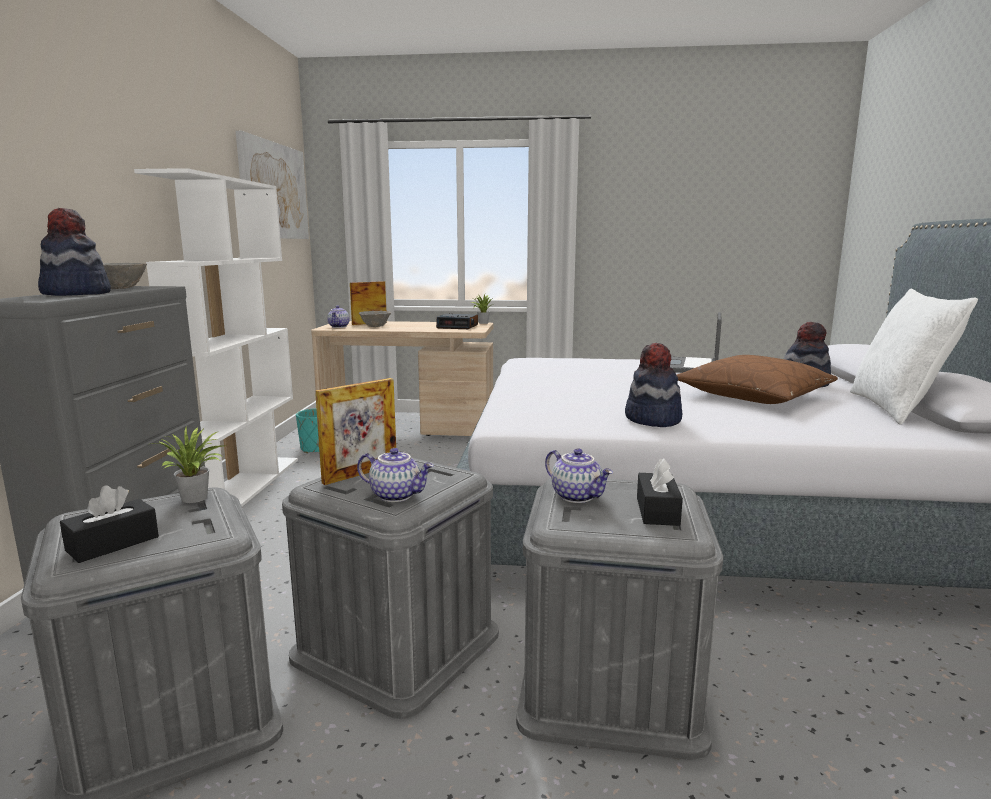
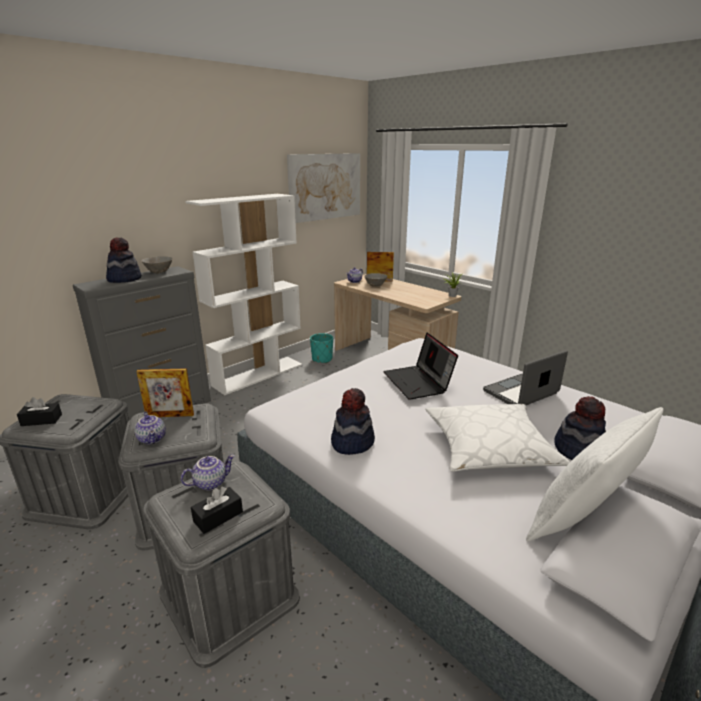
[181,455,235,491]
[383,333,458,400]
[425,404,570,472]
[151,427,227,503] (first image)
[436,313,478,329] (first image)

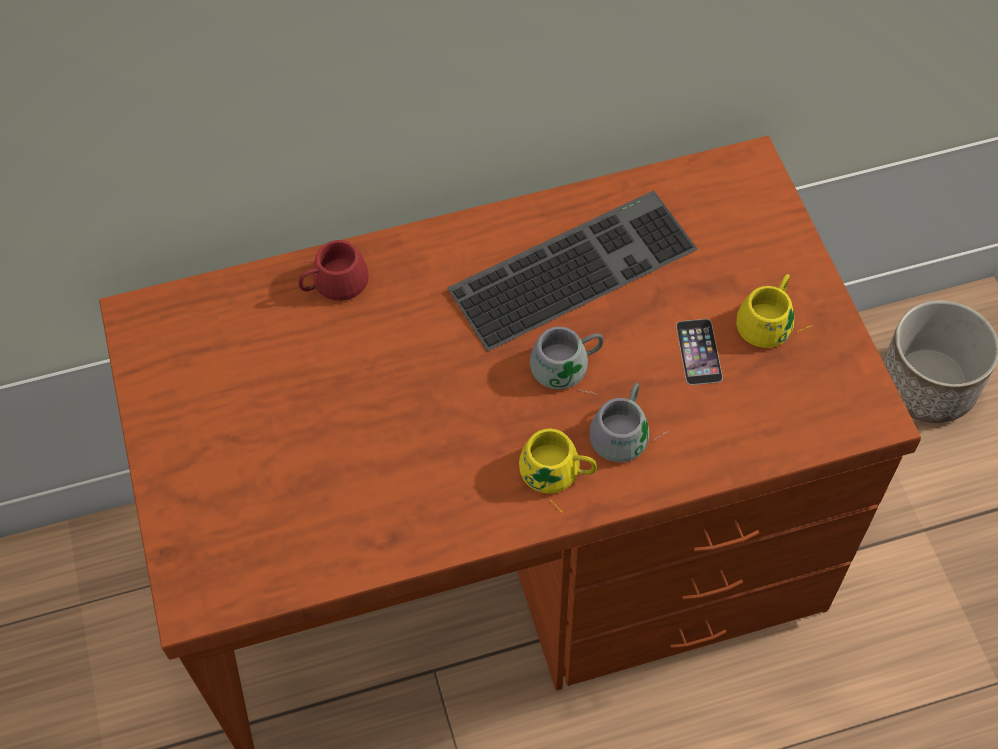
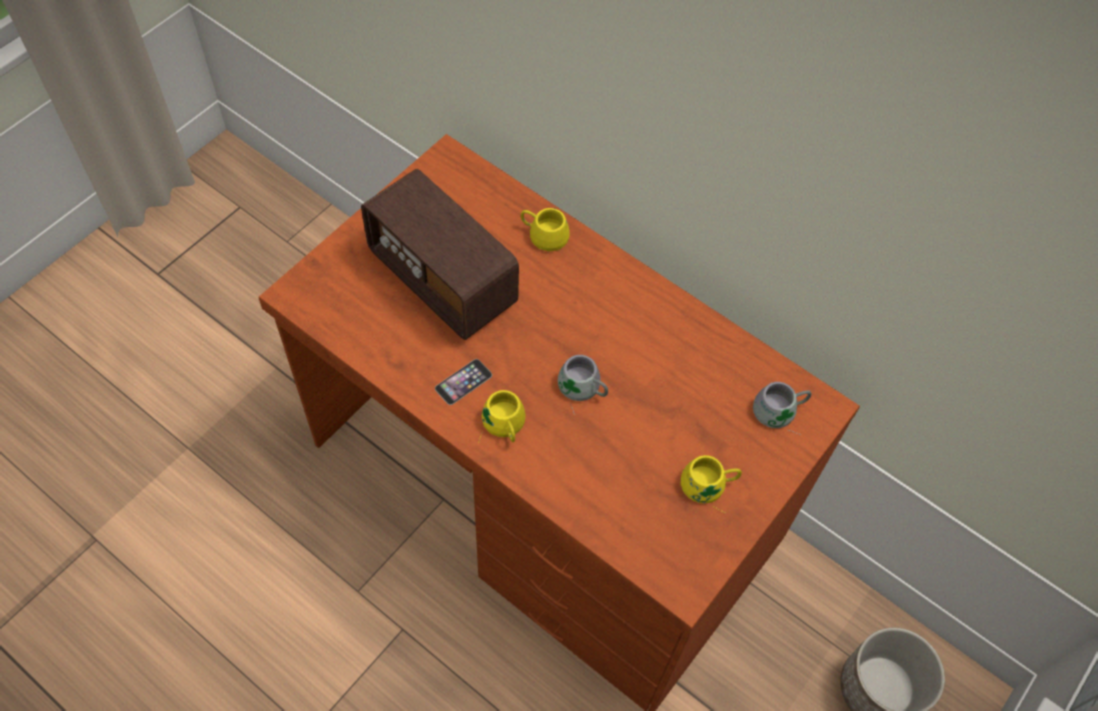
[361,169,519,340]
[435,359,492,405]
[521,208,570,251]
[753,382,812,435]
[447,190,698,351] (first image)

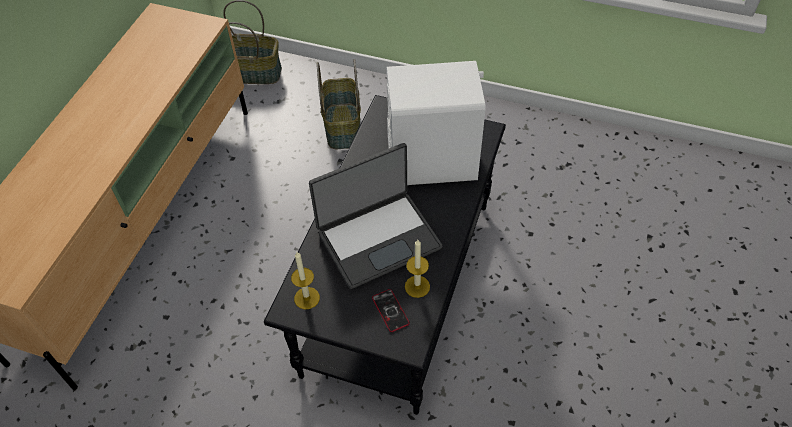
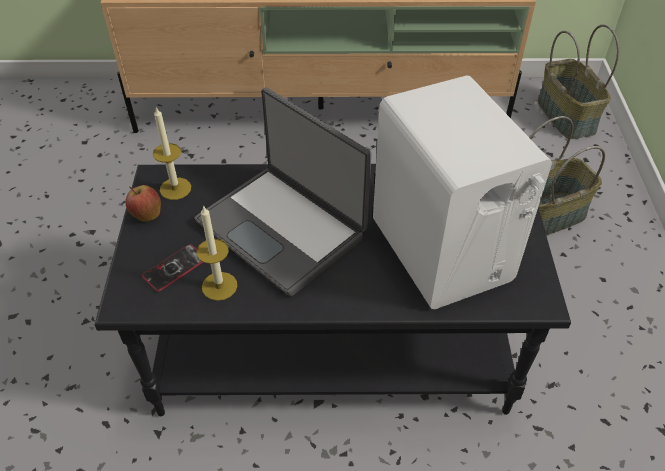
[125,185,161,222]

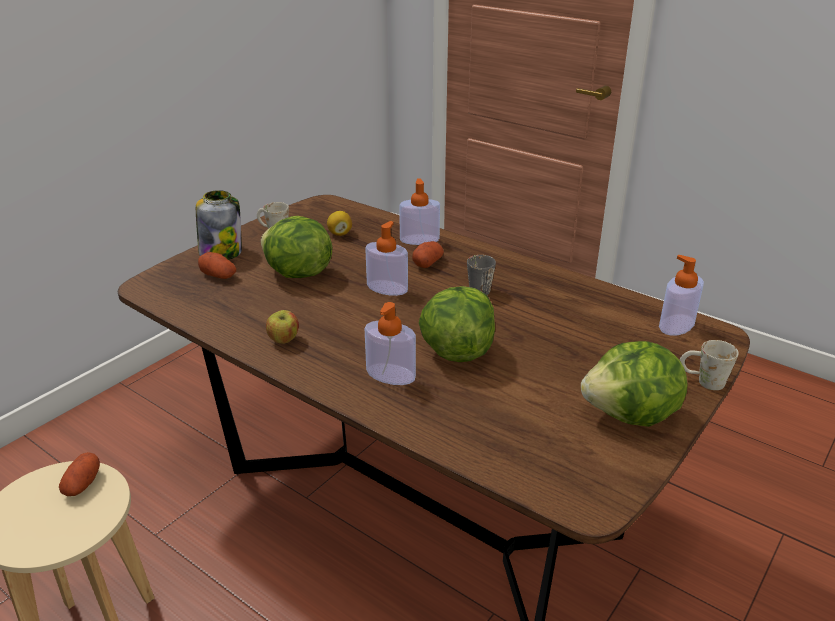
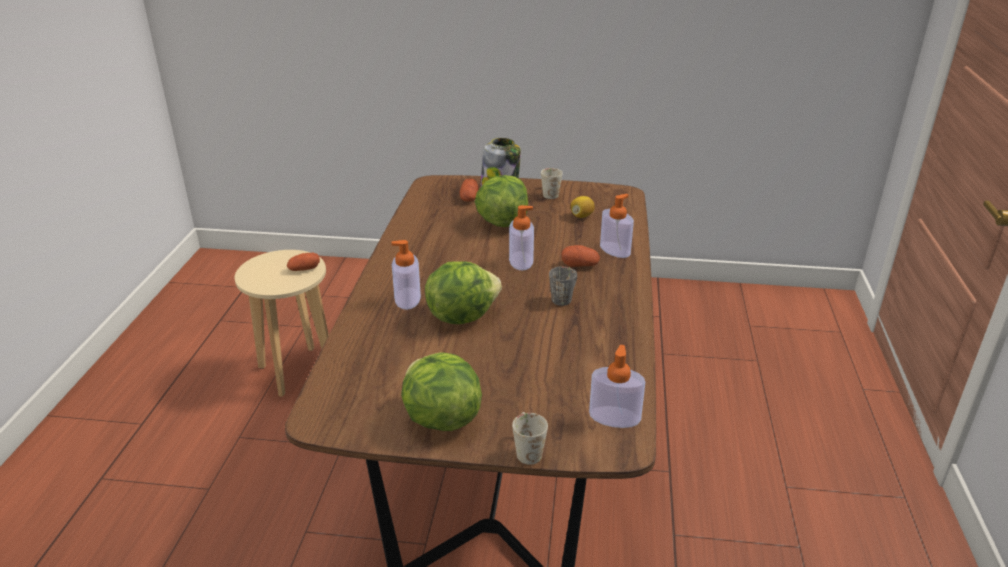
[266,310,299,344] (first image)

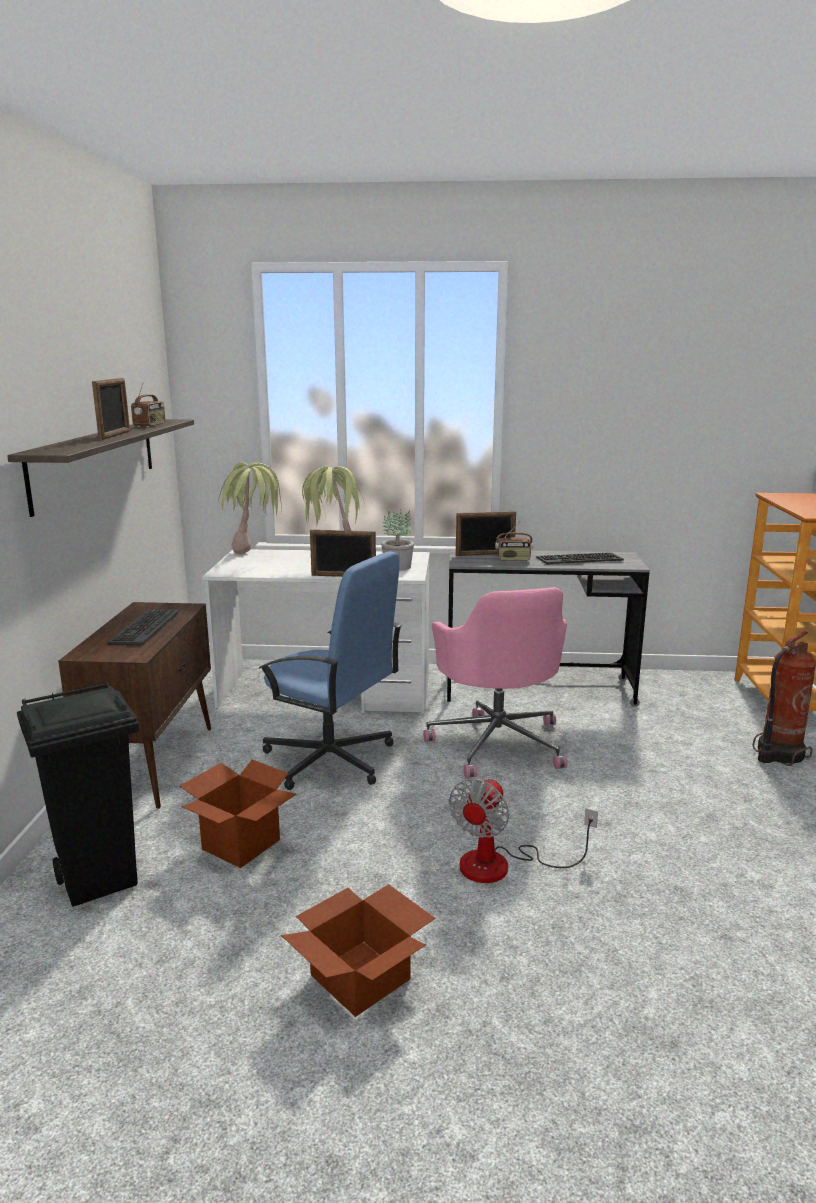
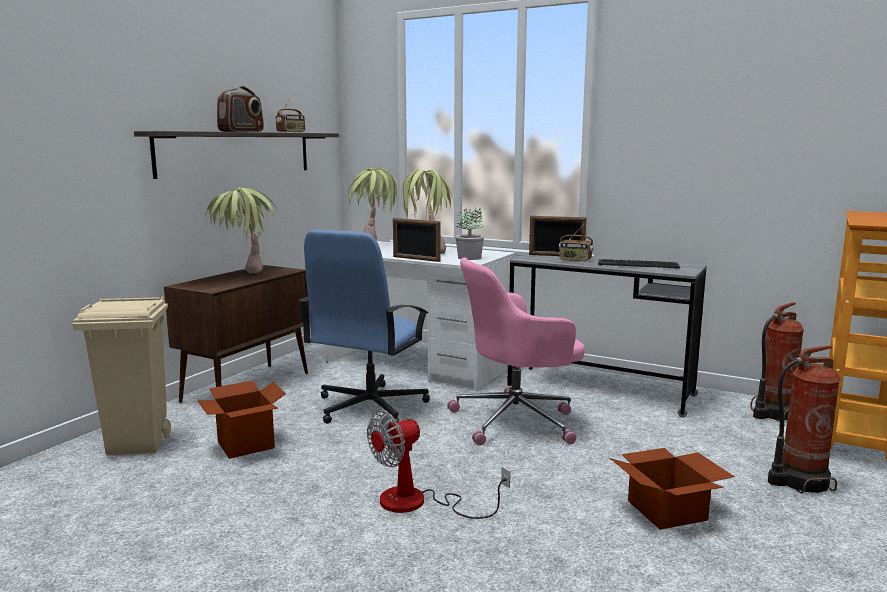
[72,296,171,455]
[206,187,277,274]
[217,86,264,132]
[299,229,430,424]
[447,257,585,446]
[610,448,735,530]
[750,302,804,422]

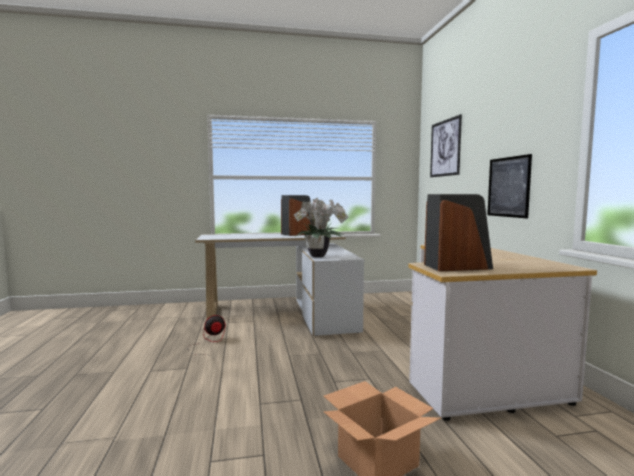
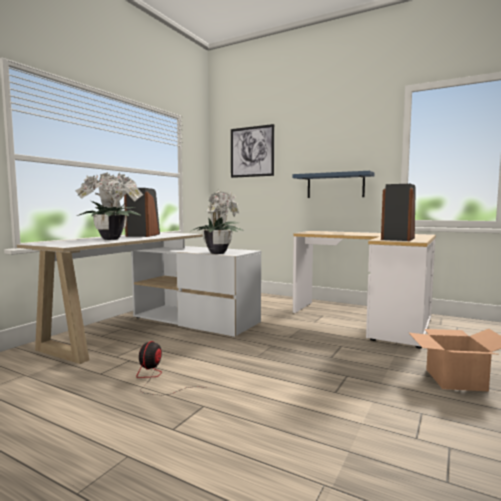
[76,172,143,240]
[292,171,375,198]

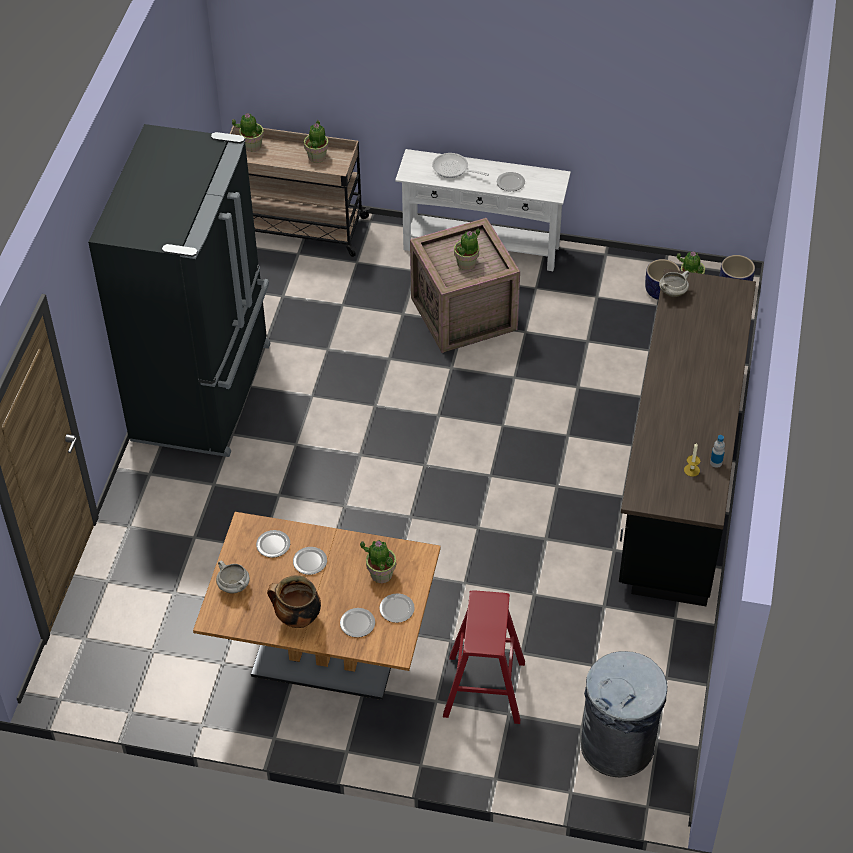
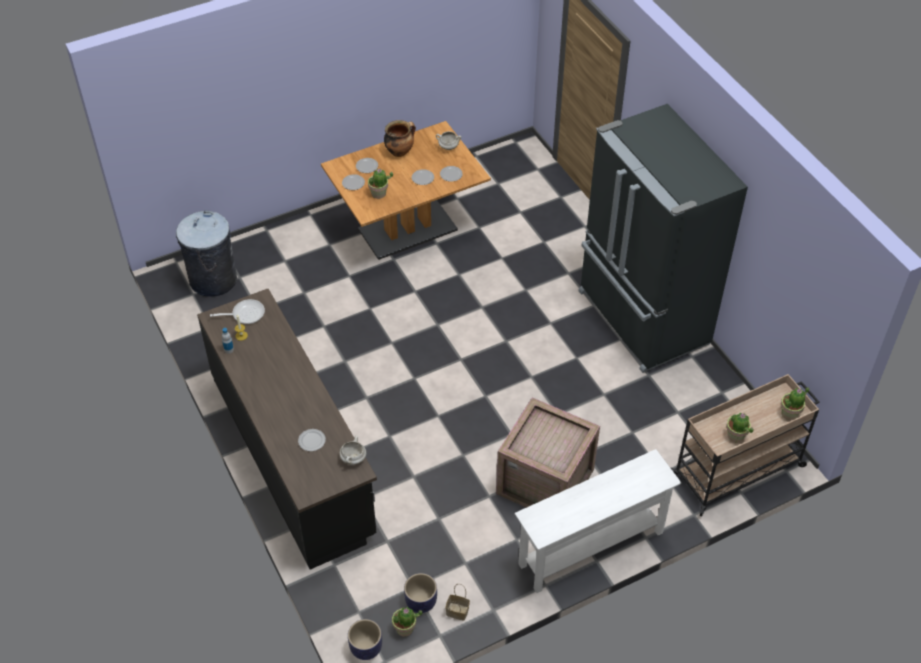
[210,299,265,324]
[298,429,326,451]
[445,584,470,621]
[443,590,525,724] (first image)
[454,229,480,270] (first image)

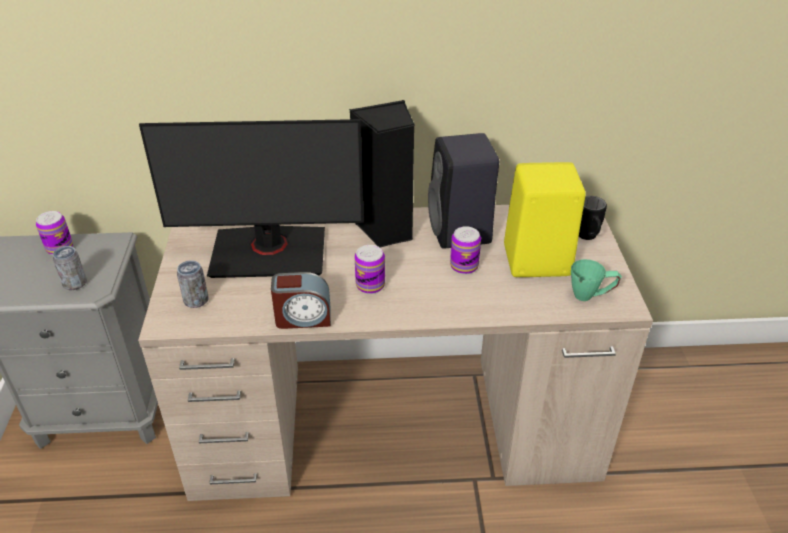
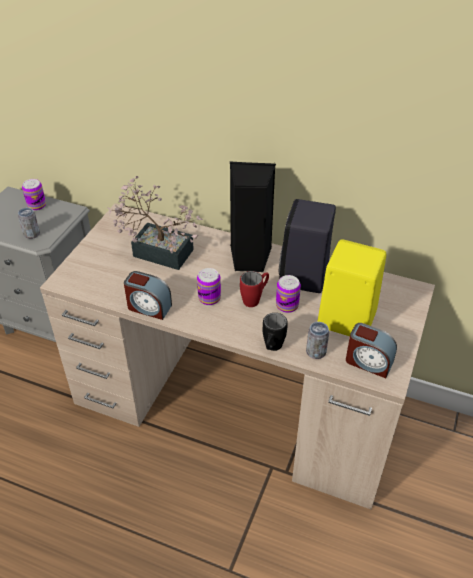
[107,176,203,270]
[240,271,269,307]
[263,313,288,351]
[306,322,329,359]
[346,323,397,378]

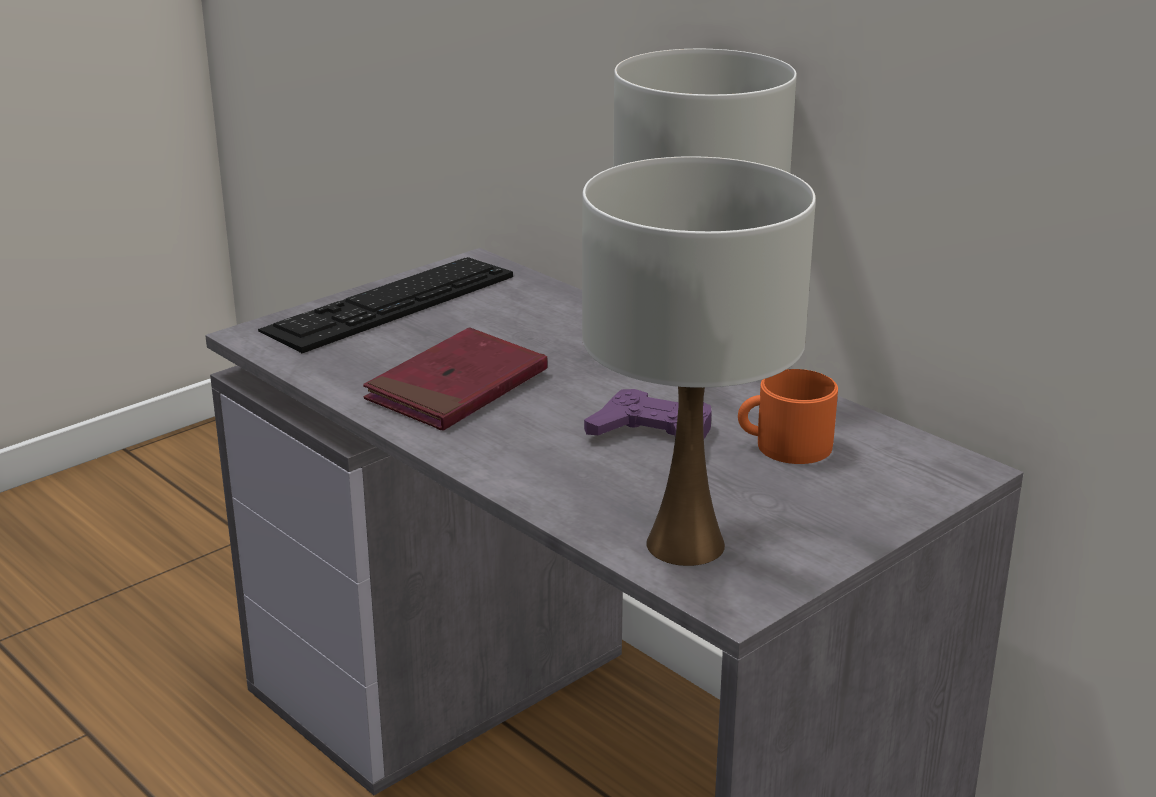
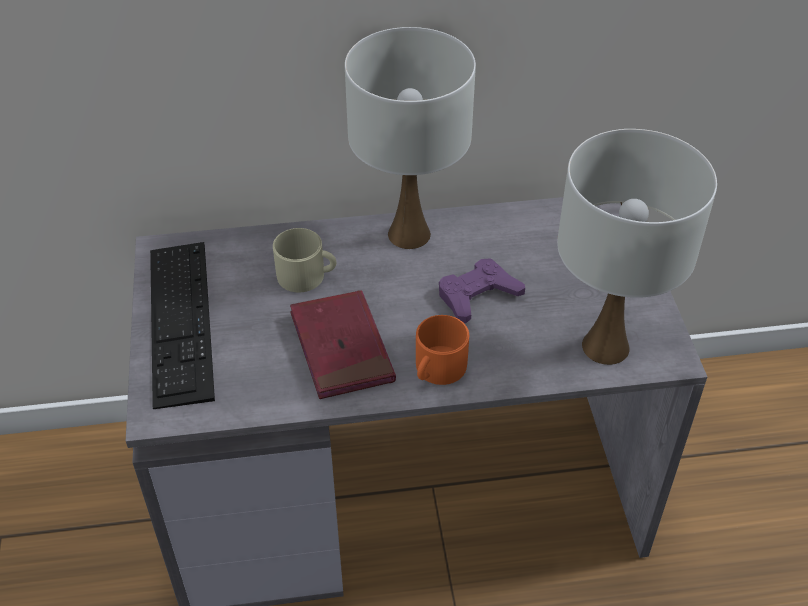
[273,228,337,292]
[416,315,469,385]

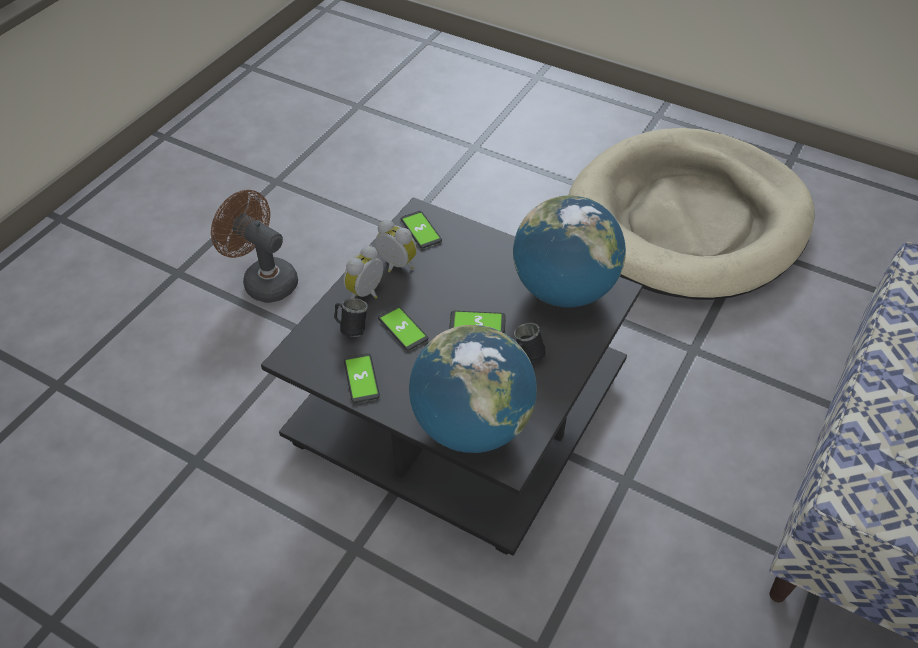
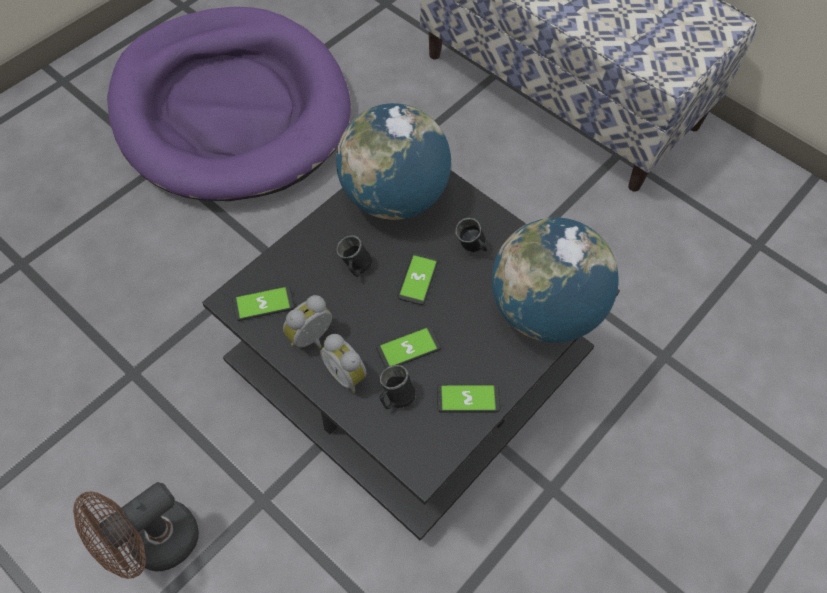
[107,7,351,201]
[336,235,372,277]

